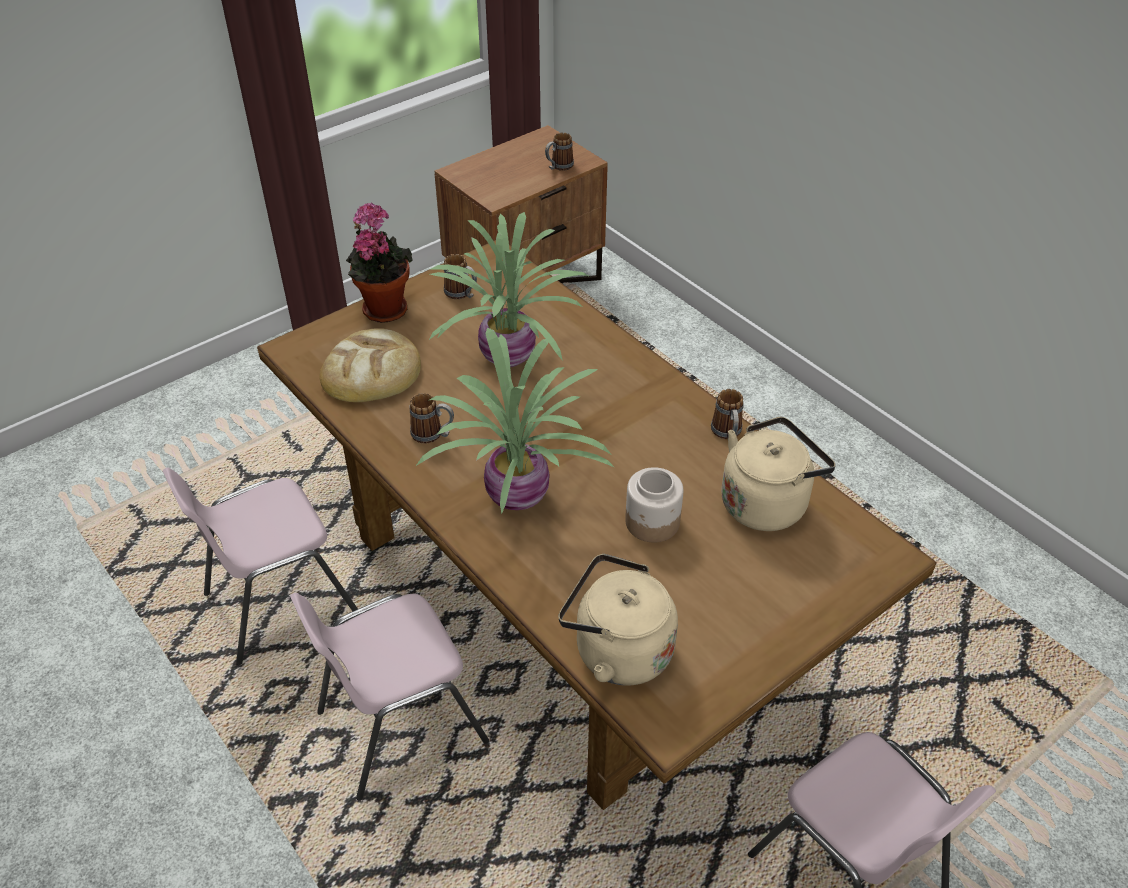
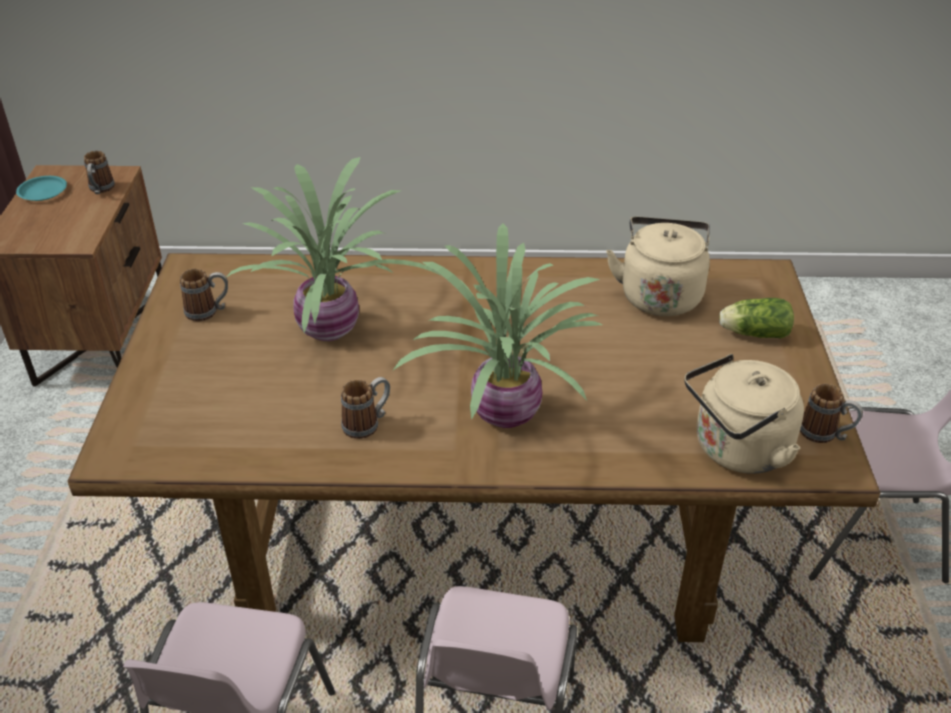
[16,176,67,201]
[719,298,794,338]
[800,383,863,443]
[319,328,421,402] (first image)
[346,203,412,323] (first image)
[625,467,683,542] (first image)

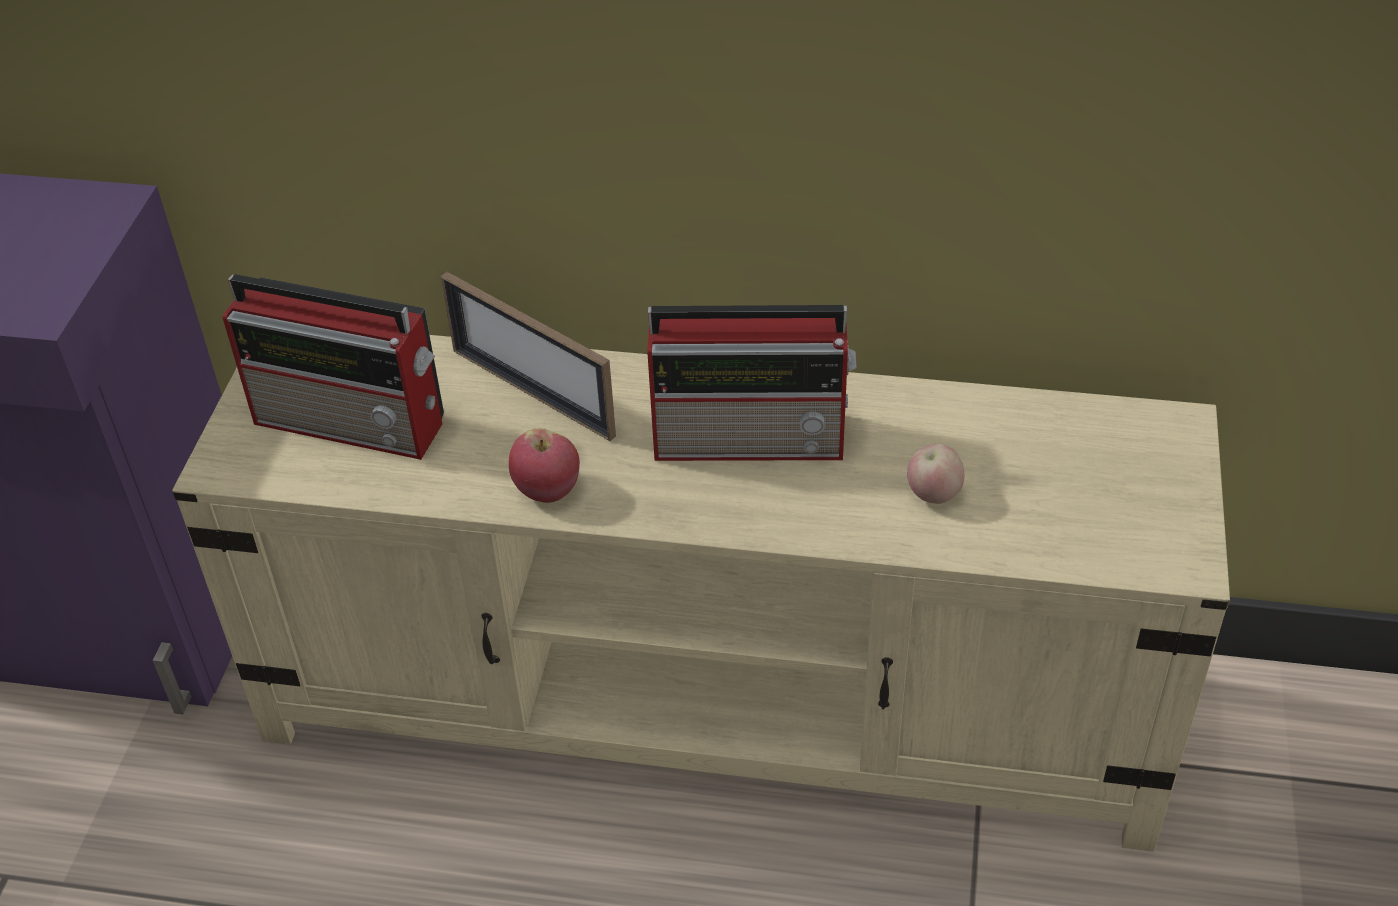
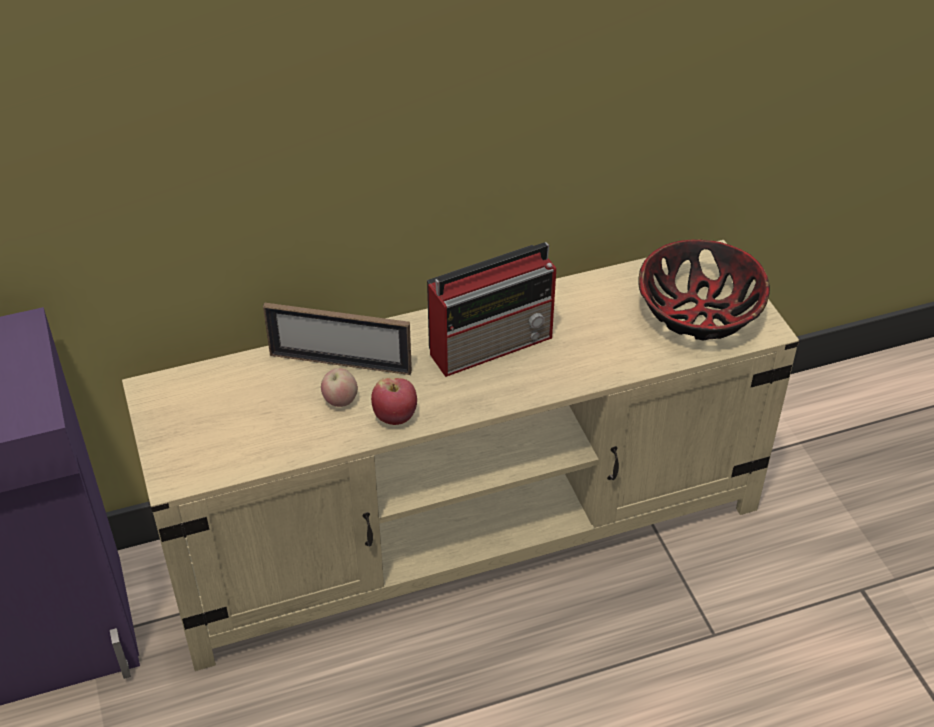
[321,368,358,407]
[638,239,770,340]
[223,274,444,460] (first image)

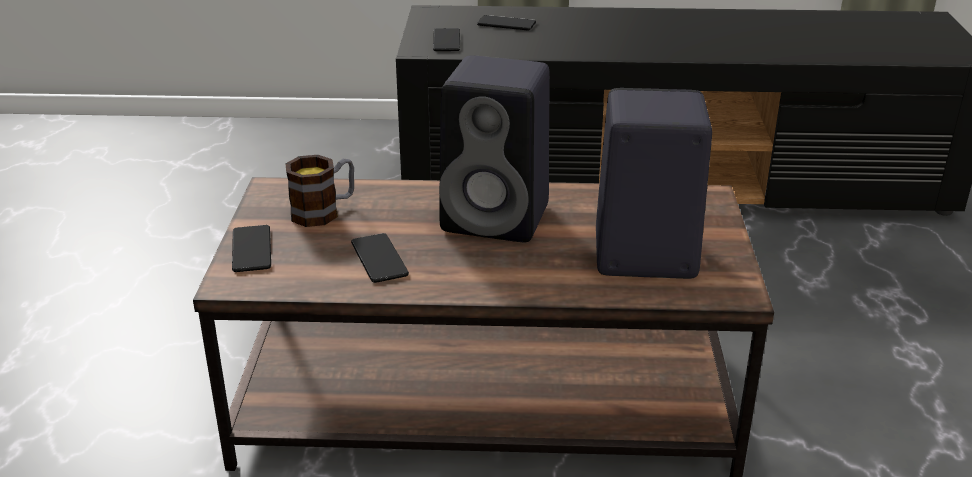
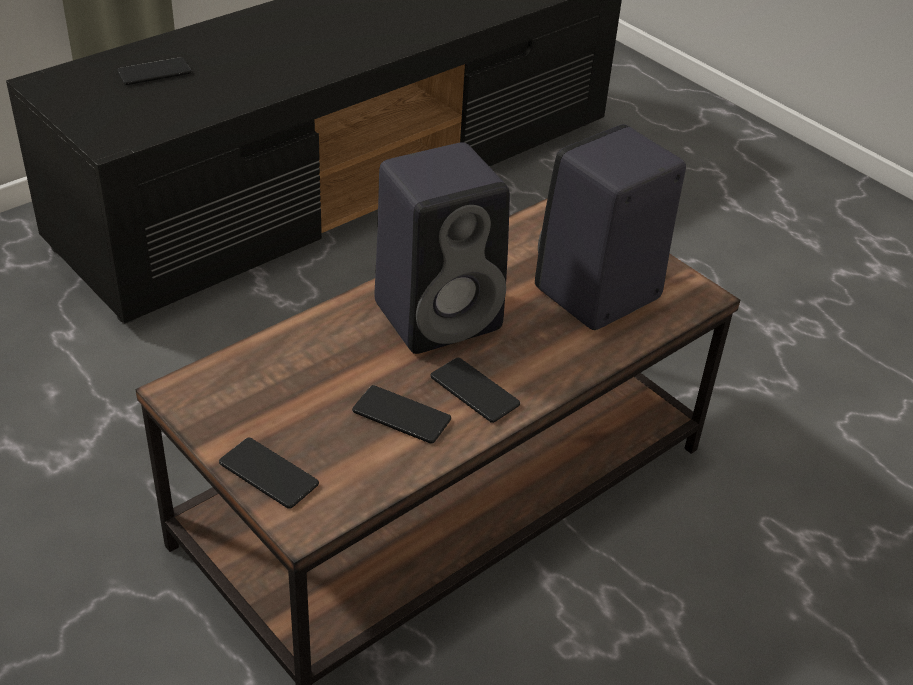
[430,357,520,423]
[286,155,354,227] (first image)

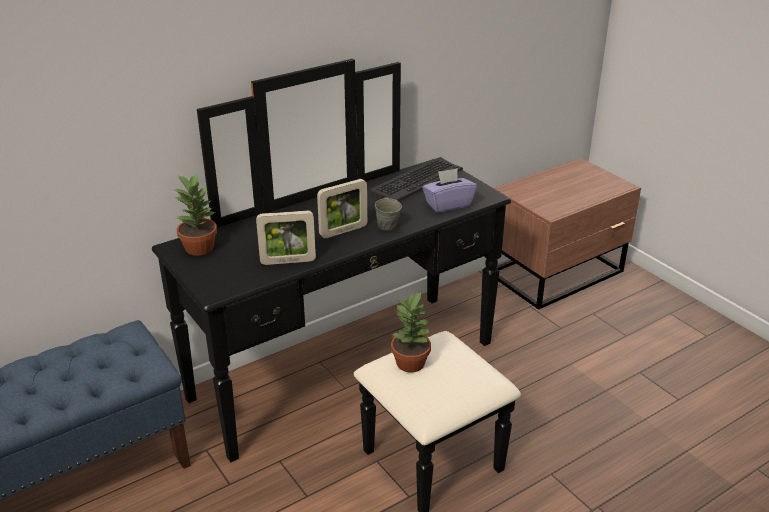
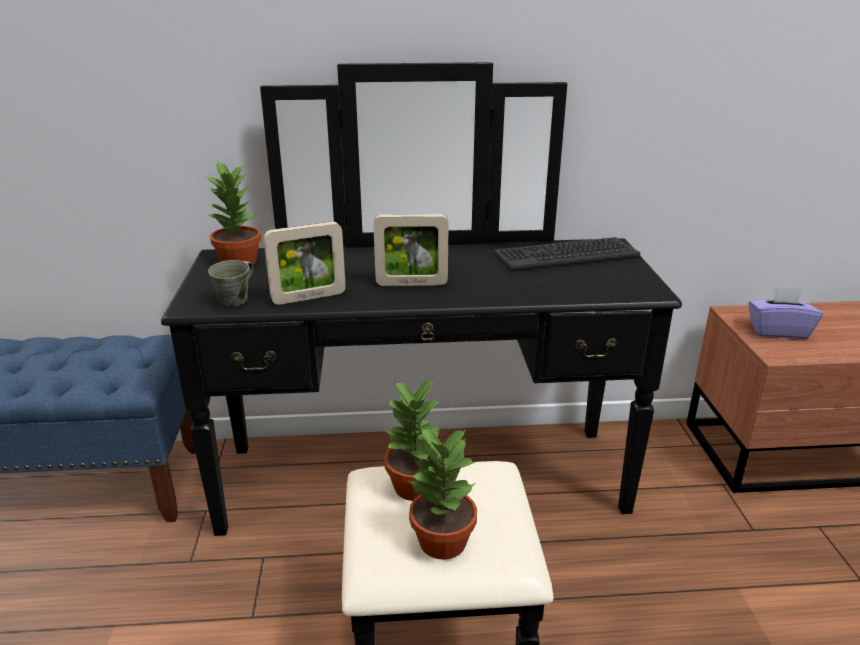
[208,260,253,307]
[264,222,346,305]
[408,427,477,559]
[748,286,823,339]

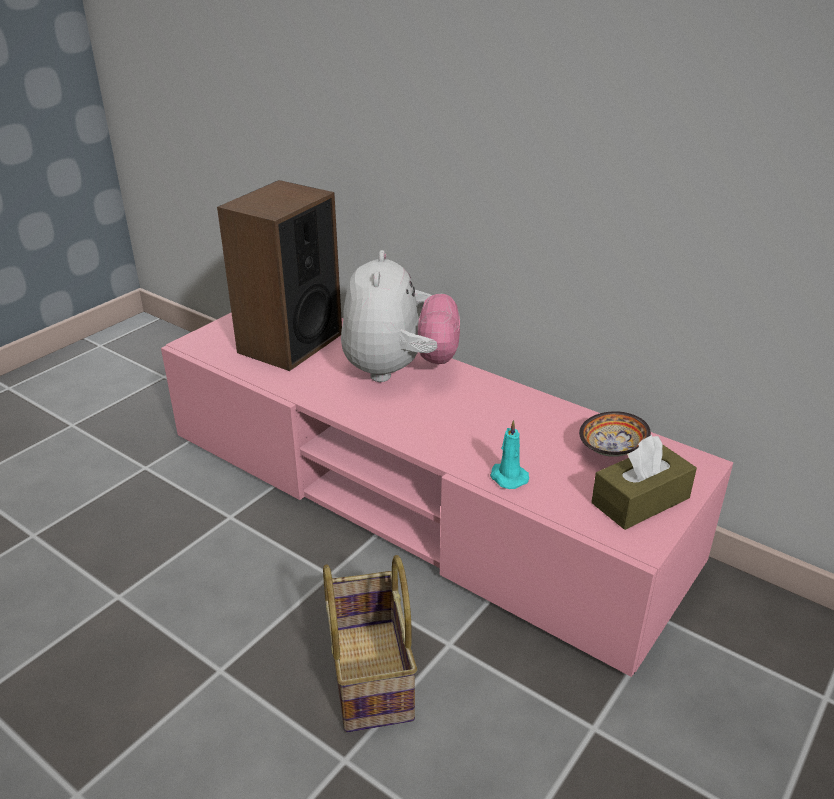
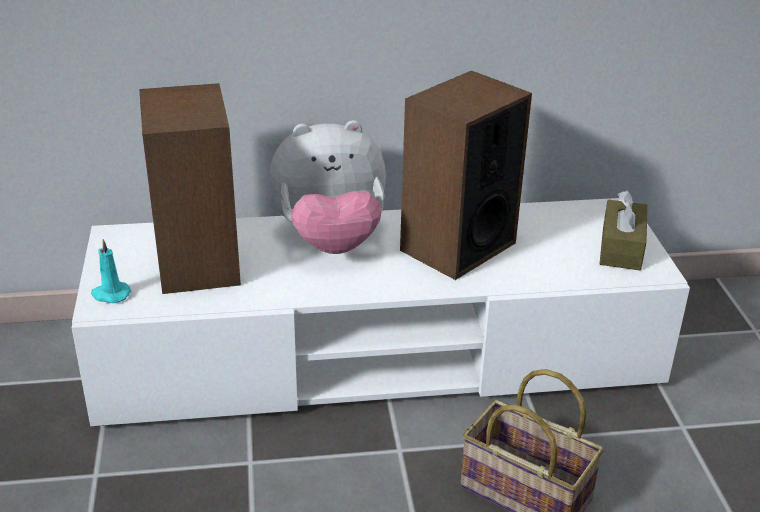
[72,198,690,426]
[91,239,131,303]
[269,120,386,254]
[400,71,532,280]
[579,411,651,457] (first image)

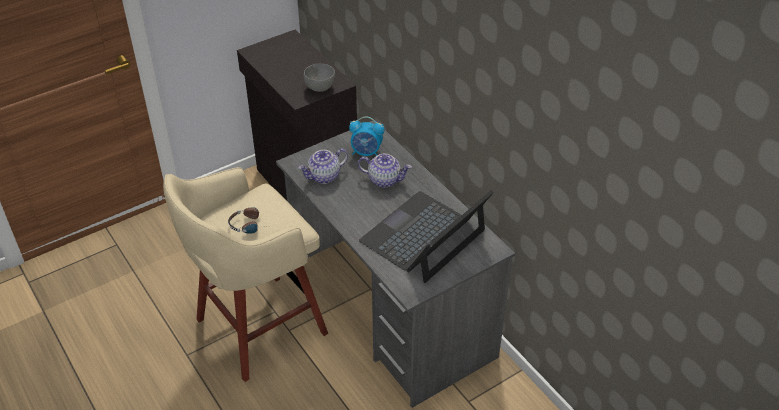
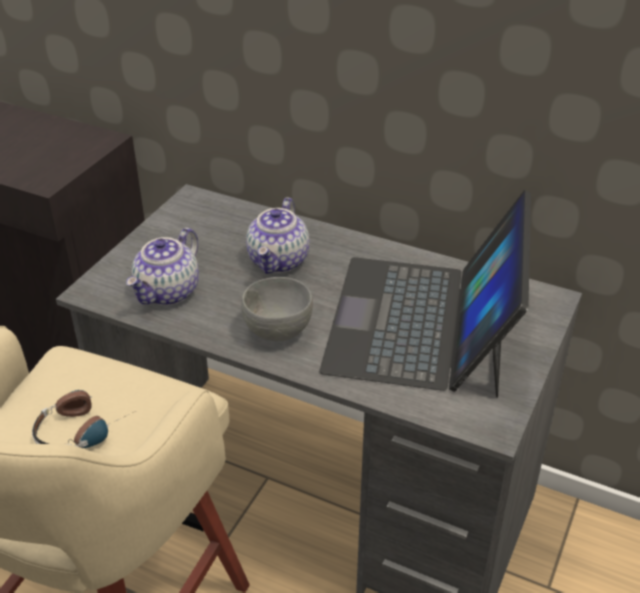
[241,277,313,341]
[246,197,309,274]
[349,117,385,156] (first image)

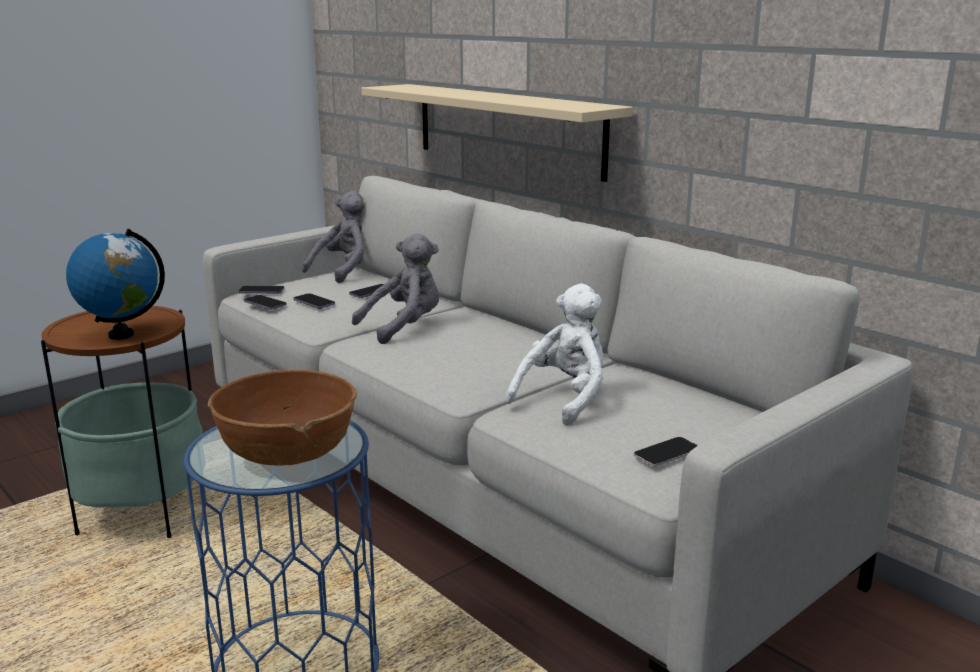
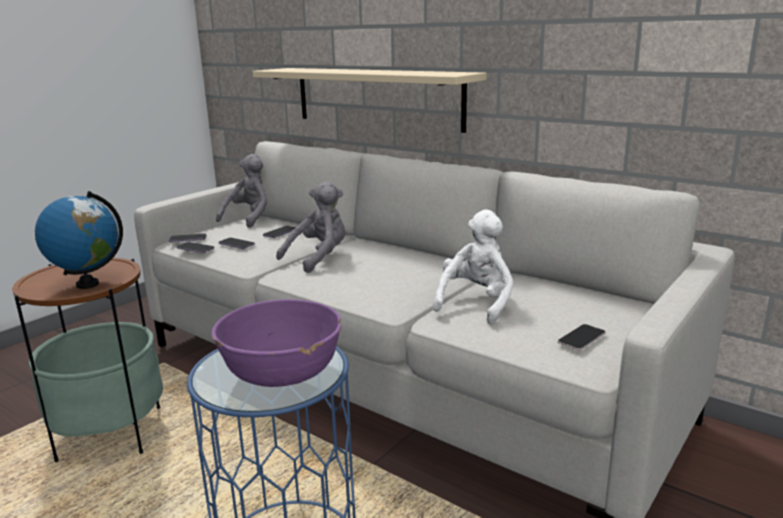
[211,299,342,387]

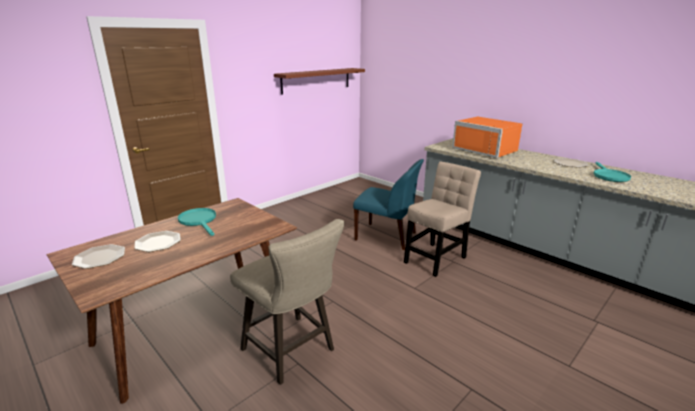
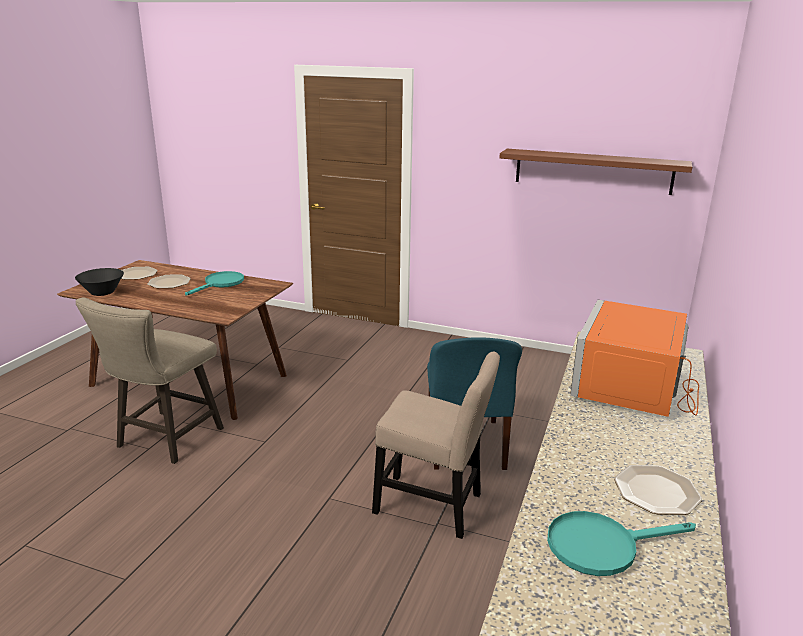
[75,268,124,296]

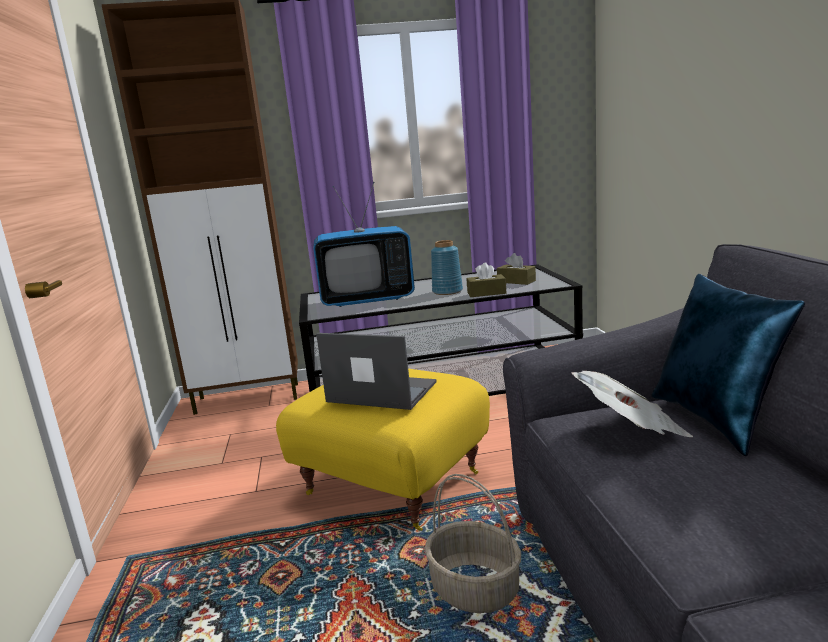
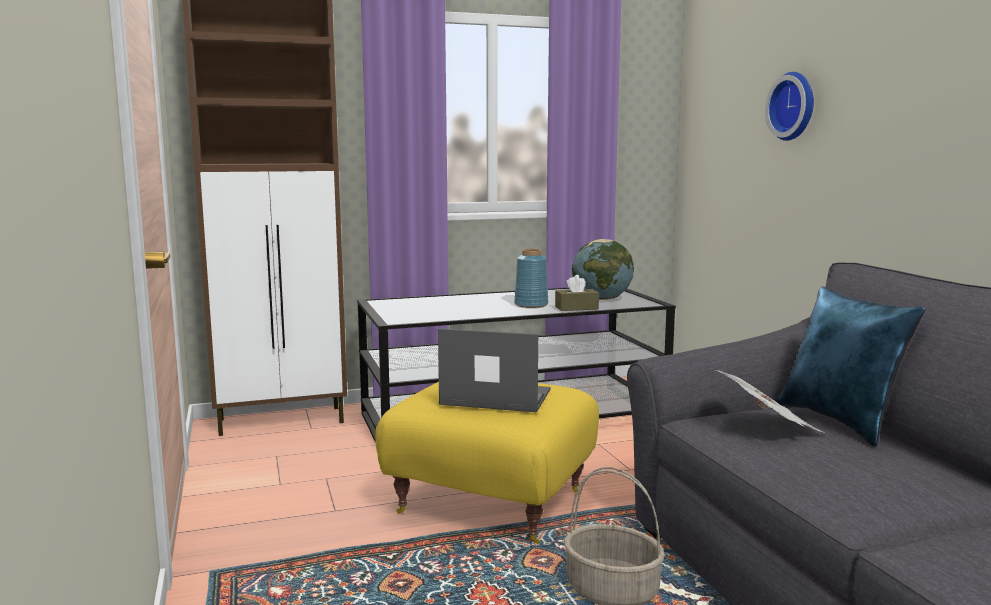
[572,239,634,300]
[765,72,814,141]
[313,182,415,307] (first image)

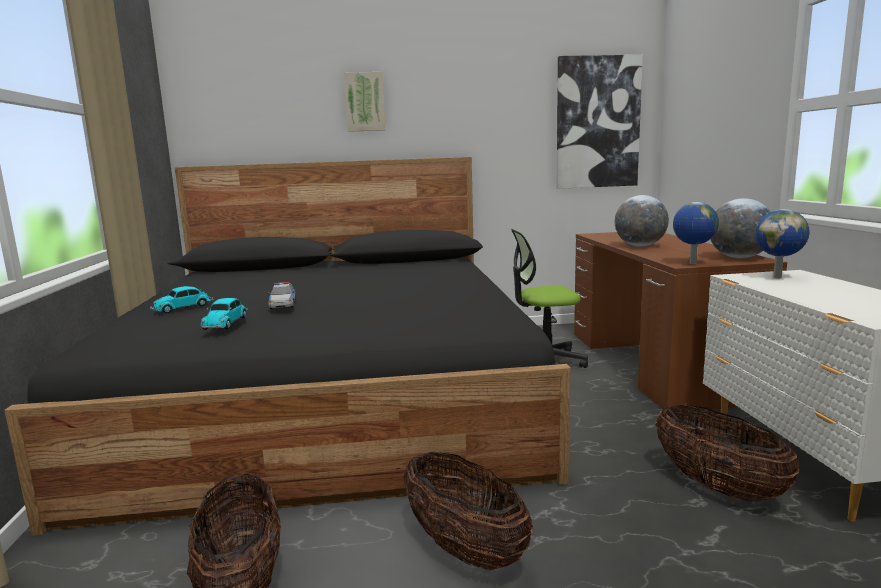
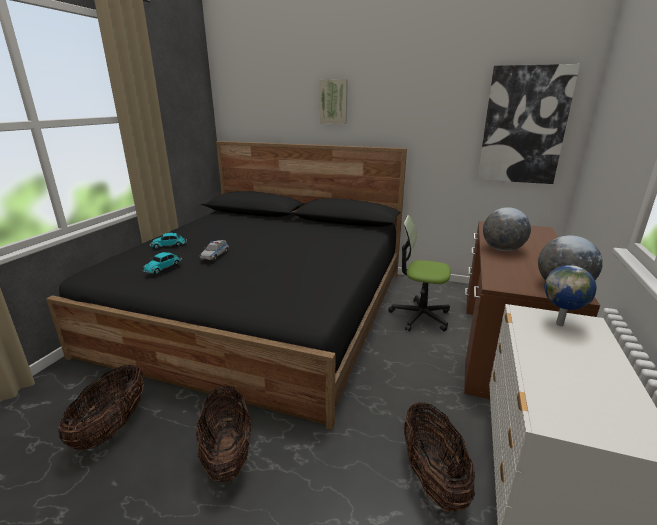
[673,202,719,264] (first image)

